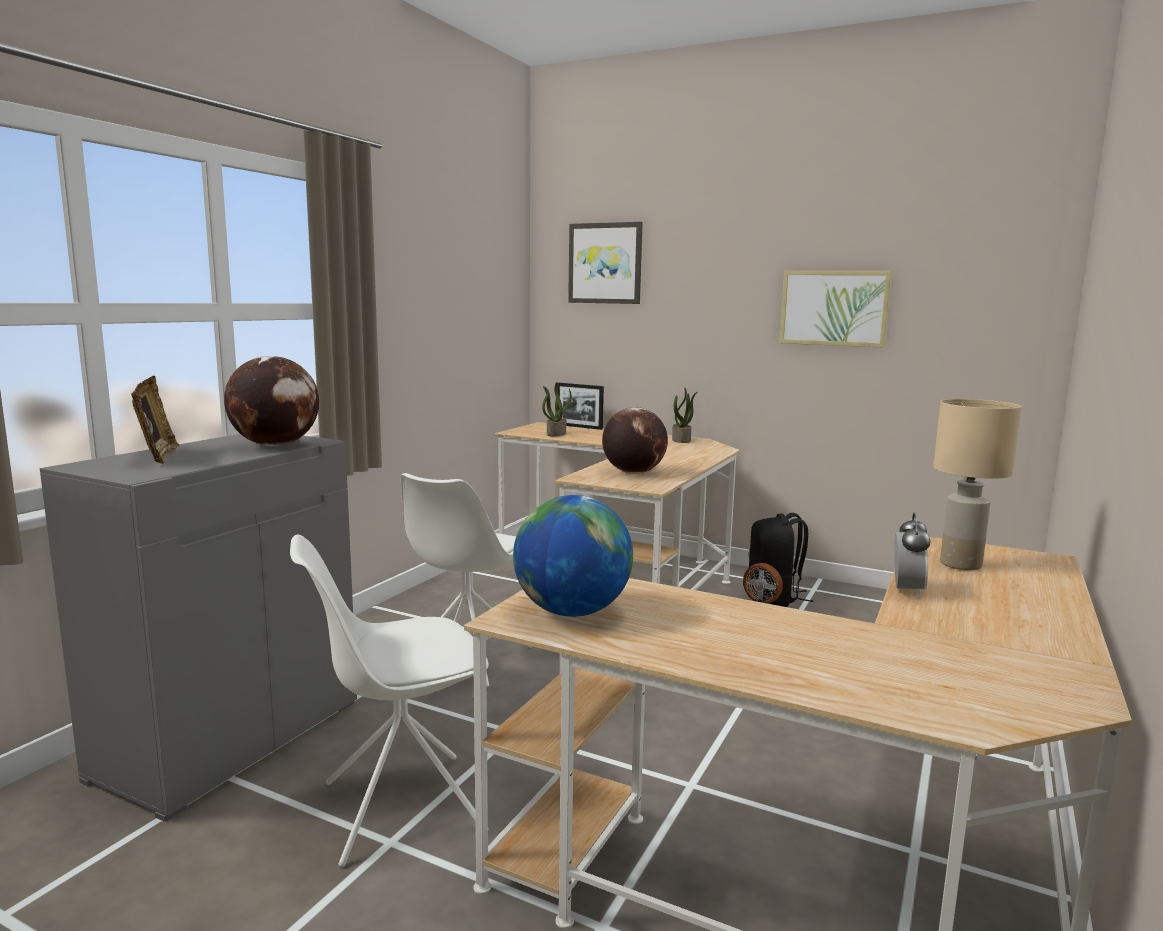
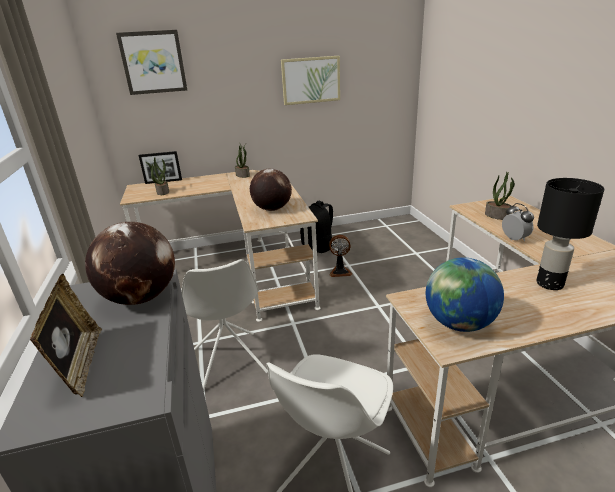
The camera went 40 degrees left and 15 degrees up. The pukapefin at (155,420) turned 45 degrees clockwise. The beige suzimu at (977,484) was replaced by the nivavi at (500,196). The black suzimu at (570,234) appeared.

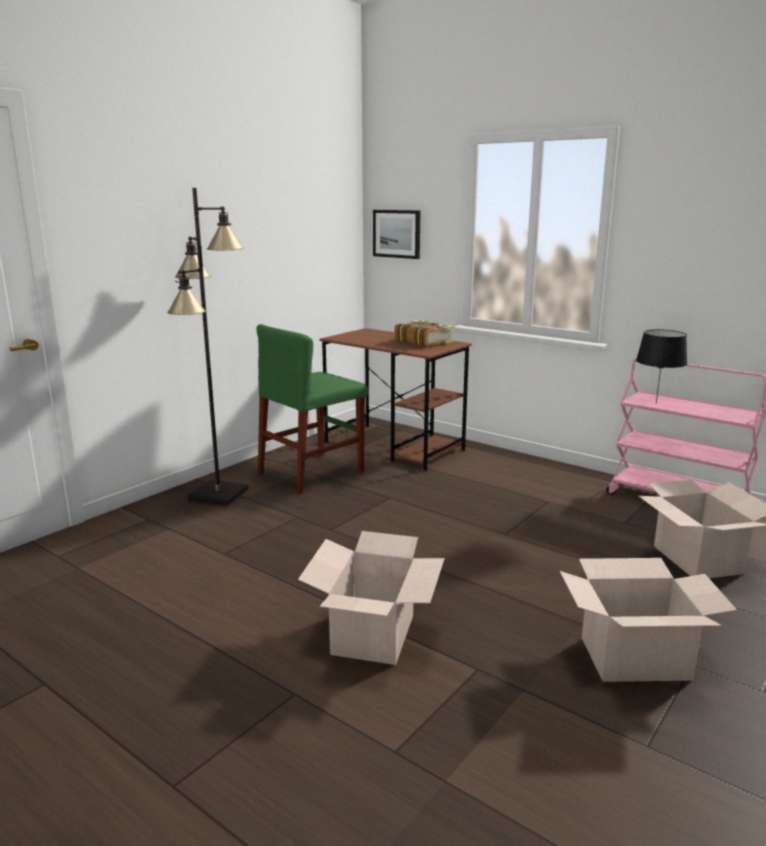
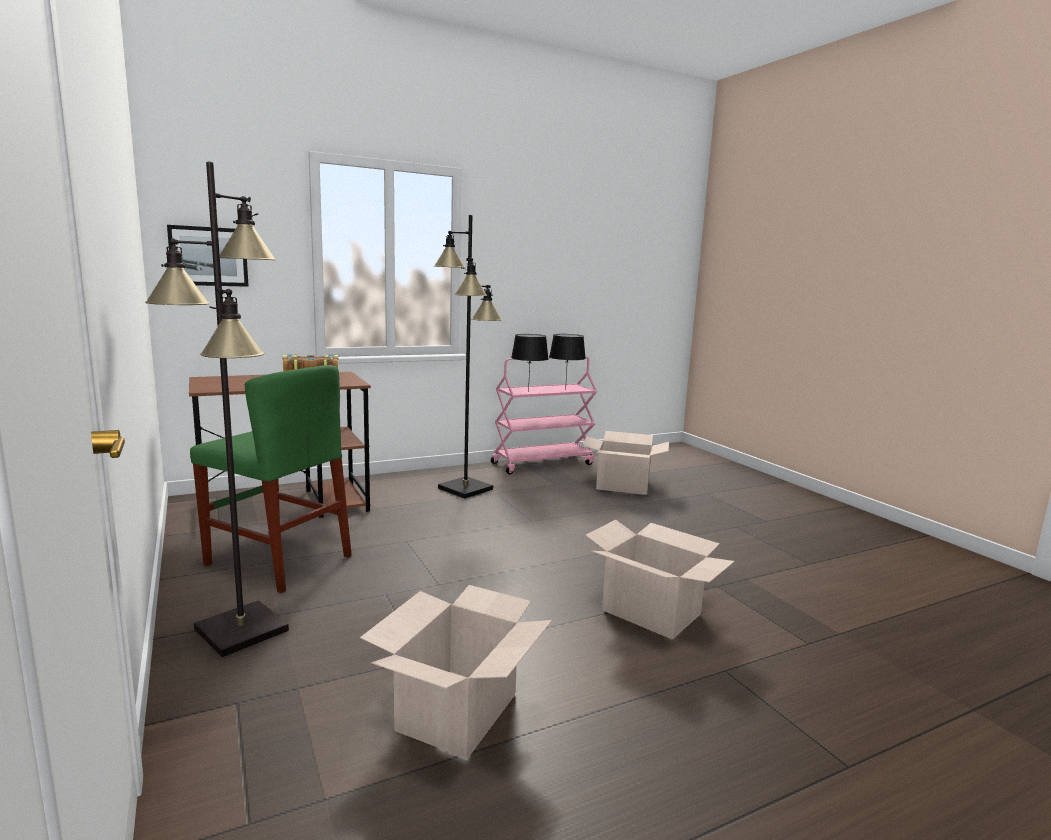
The camera went 65 degrees left and 5 degrees down. The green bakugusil at (312,409) turned 45 degrees counterclockwise. The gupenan moved from (648,620) to (456,672). The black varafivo at (468,357) appeared. The black suzimu at (567,362) appeared.

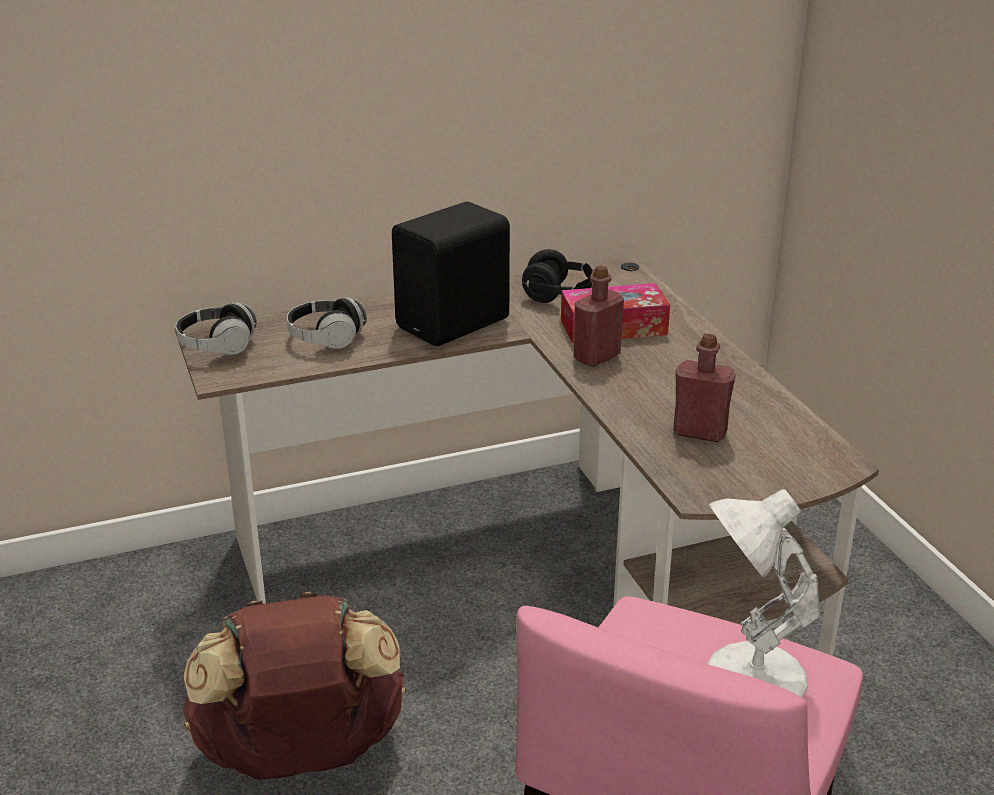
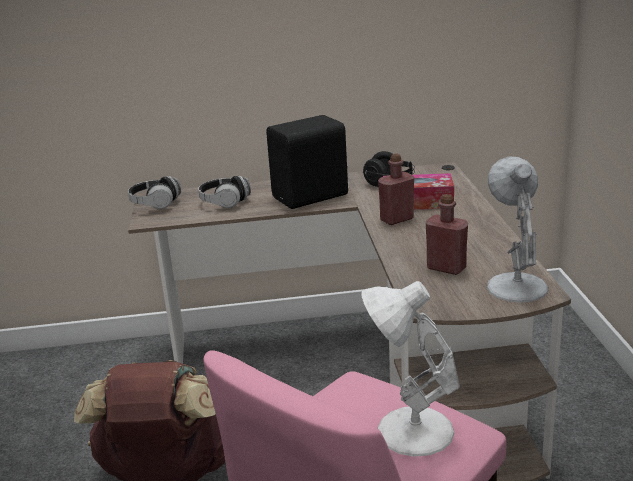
The camera went 15 degrees right and 5 degrees down. The white suzimu at (517,229) appeared.

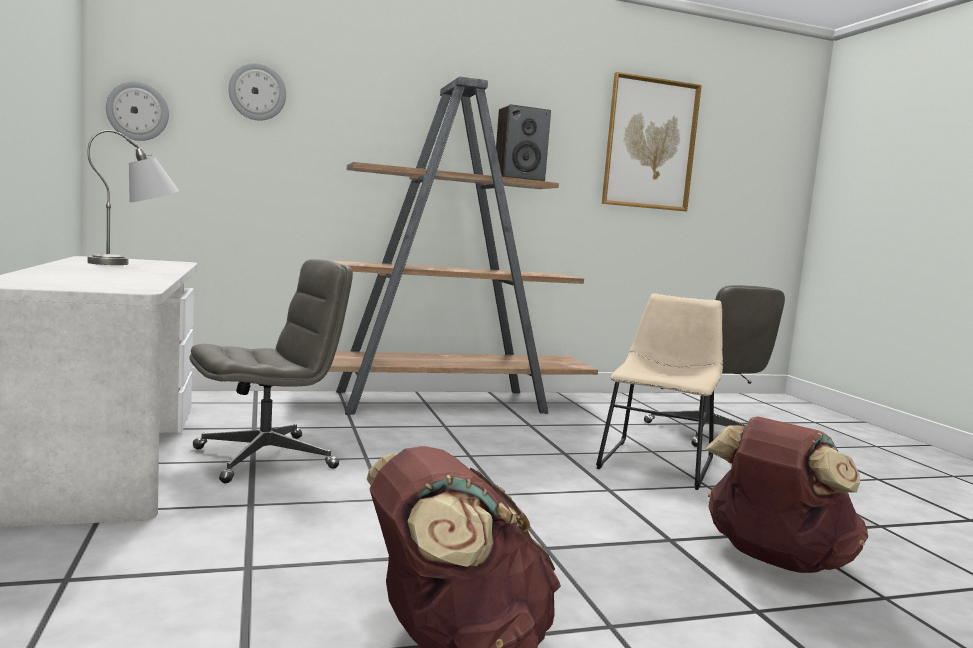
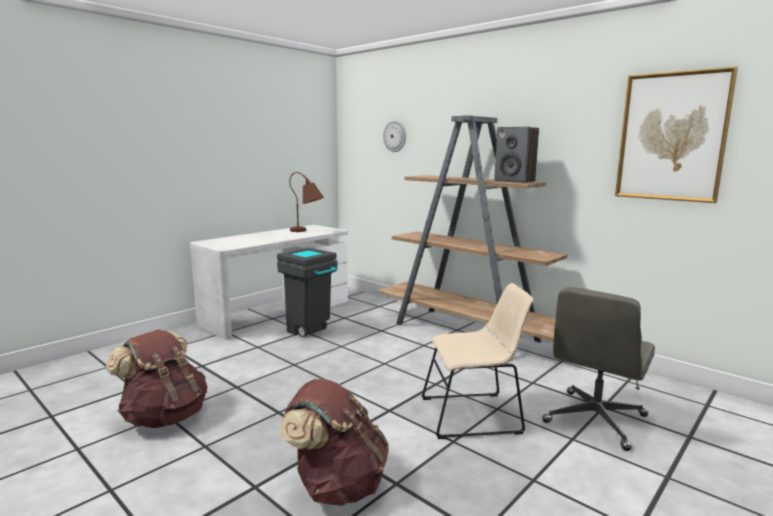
The camera went 60 degrees right and 5 degrees up. The grey suzimu at (133,197) became the brown suzimu at (307,202). The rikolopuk at (137,111) disappeared. The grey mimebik at (271,371) was replaced by the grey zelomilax at (307,292).

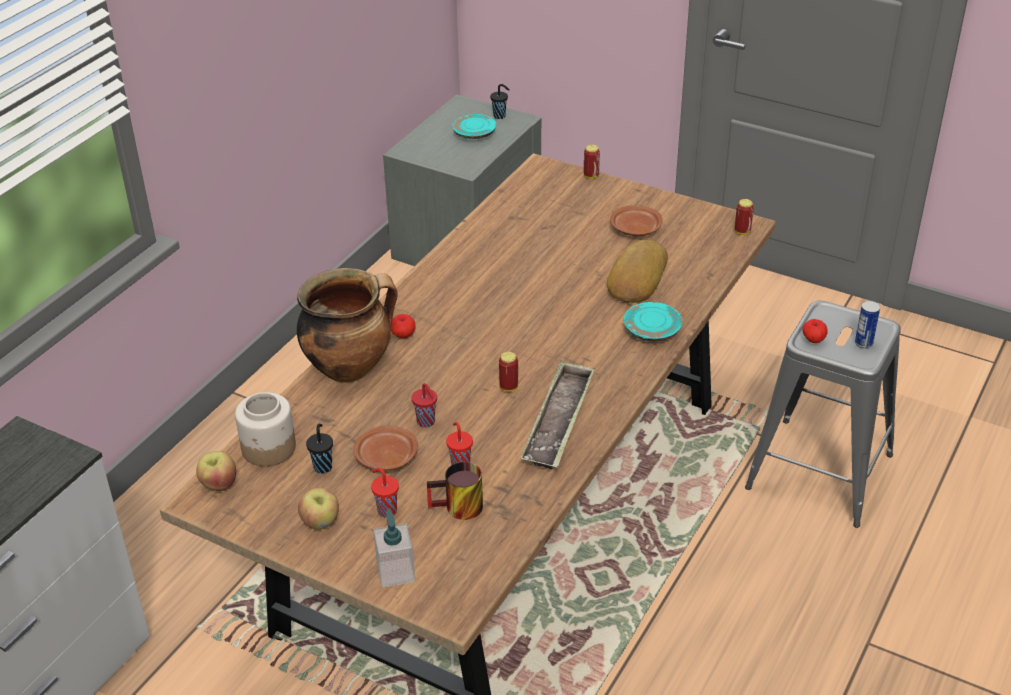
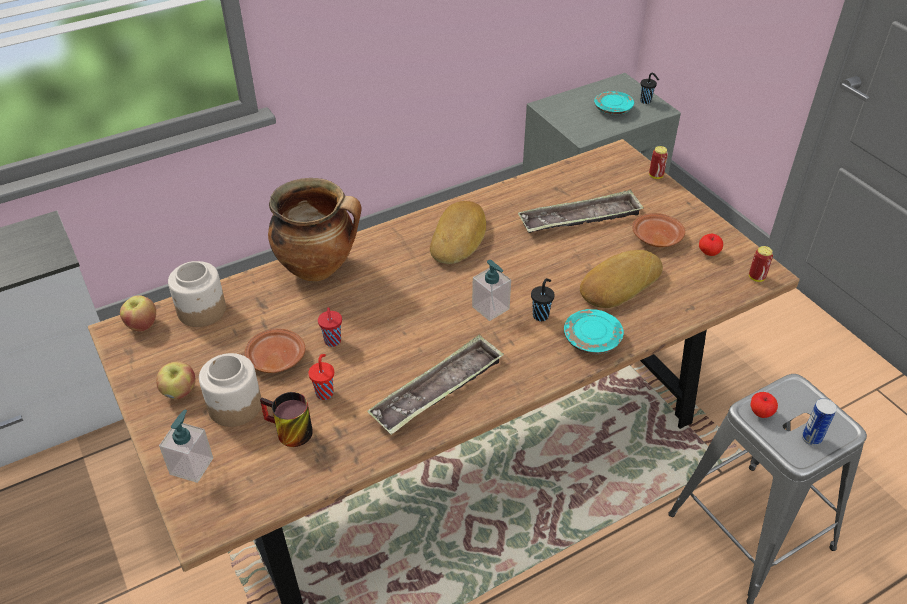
The camera went 30 degrees right and 5 degrees up. The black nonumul moved from (319,449) to (543,299). The red nonumul at (385,492) was replaced by the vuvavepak at (230,390). The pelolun moved from (403,326) to (711,245). The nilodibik at (508,372) disappeared. The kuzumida at (458,232) appeared. The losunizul at (491,290) appeared. The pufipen at (581,211) appeared.

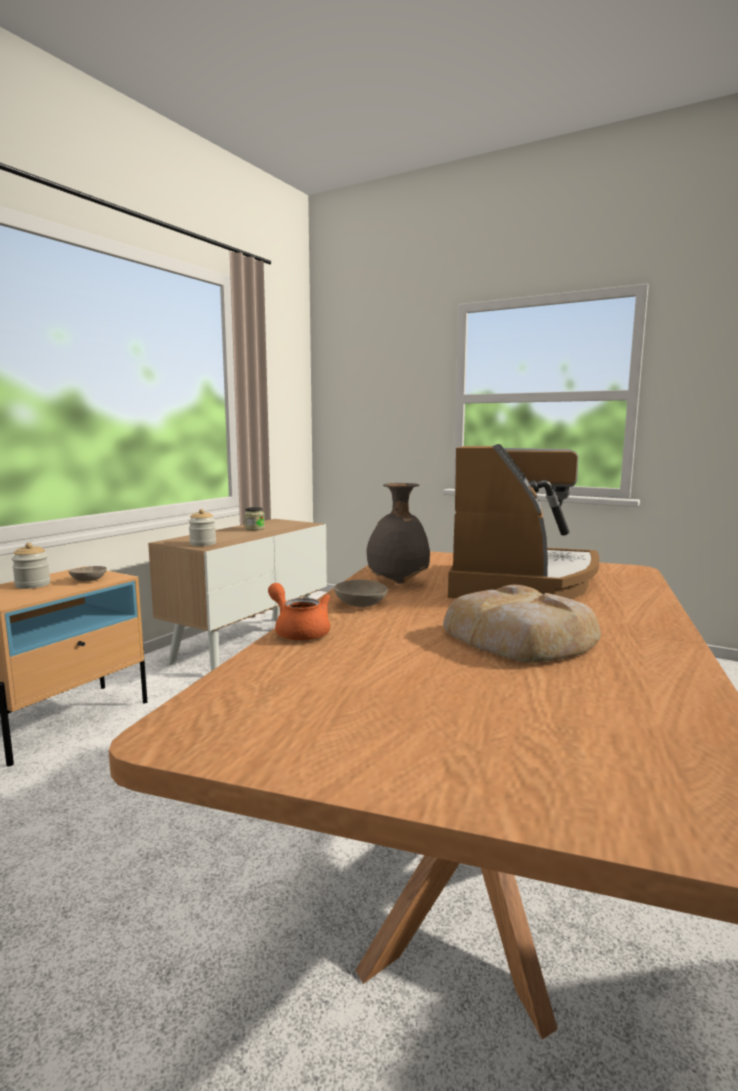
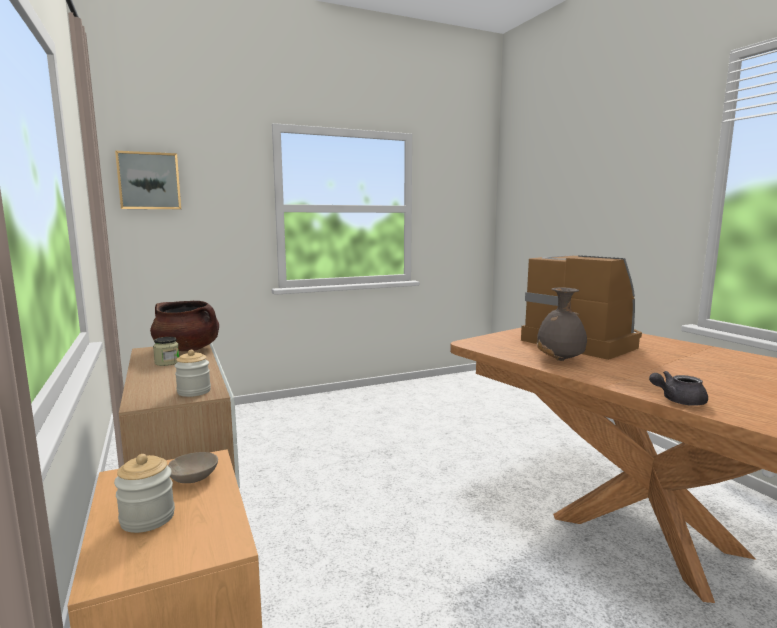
The camera went 55 degrees left and 0 degrees up. The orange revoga at (299,612) became the grey revoga at (678,388). The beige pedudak at (361,593) disappeared. The kuzumida at (522,624) disappeared. The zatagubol at (148,180) appeared. The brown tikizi at (184,326) appeared.

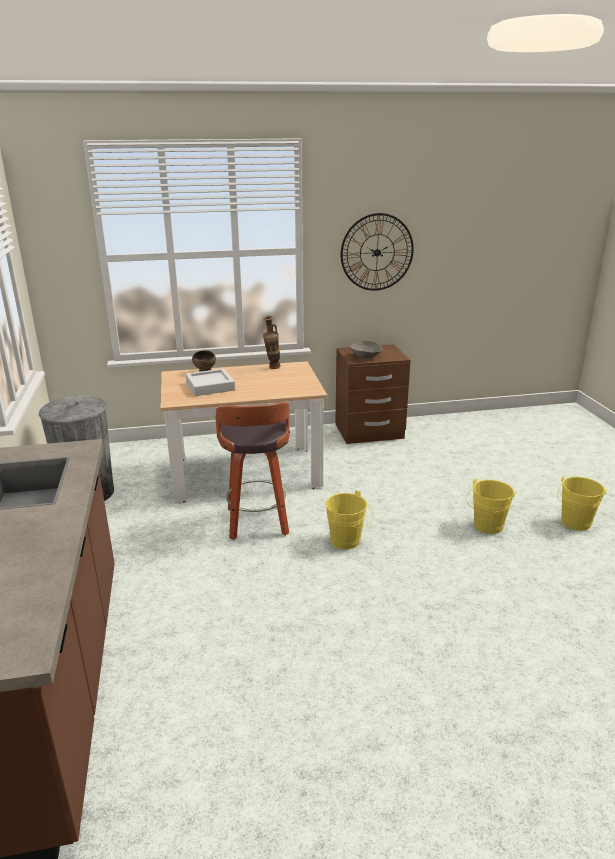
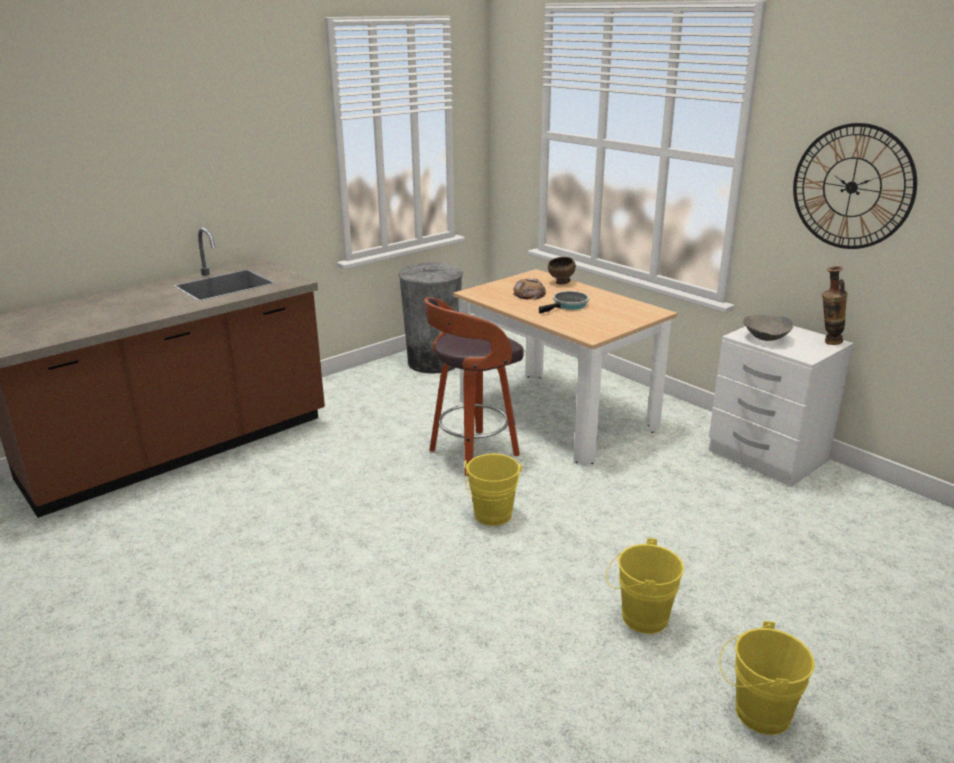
The camera went 60 degrees right and 0 degrees up. The grey pufipen at (210,382) was replaced by the kuzumida at (529,289). The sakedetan moved from (272,342) to (835,305). The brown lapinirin at (373,394) became the white lapinirin at (781,406). The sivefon at (564,302) appeared.

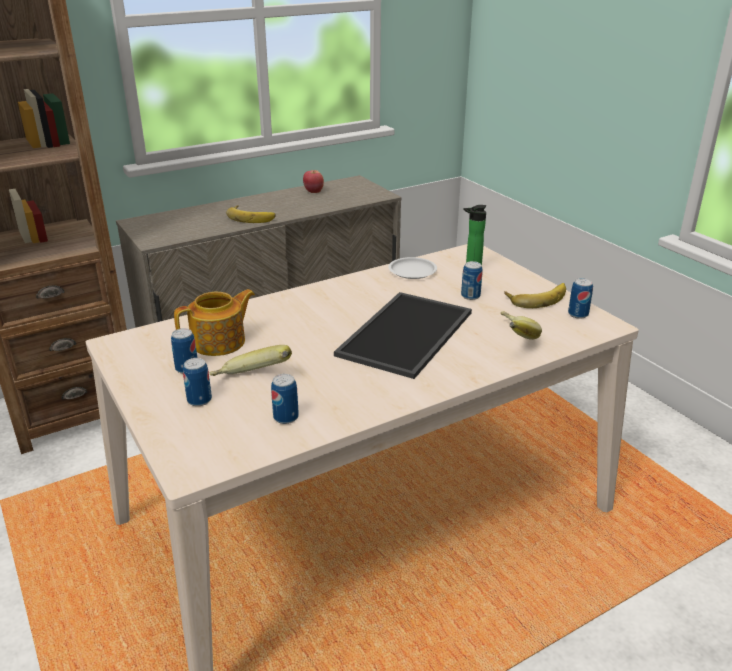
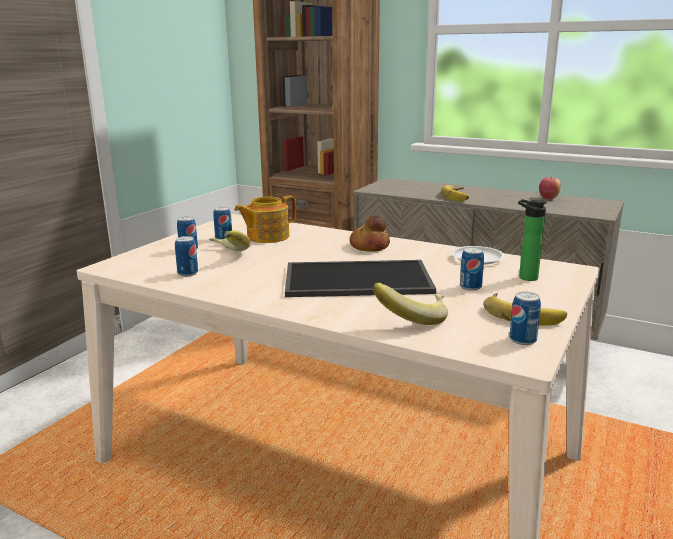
The camera went 60 degrees right and 10 degrees down. The revoga at (214,322) turned 120 degrees clockwise. The kuzumida at (370,234) appeared.

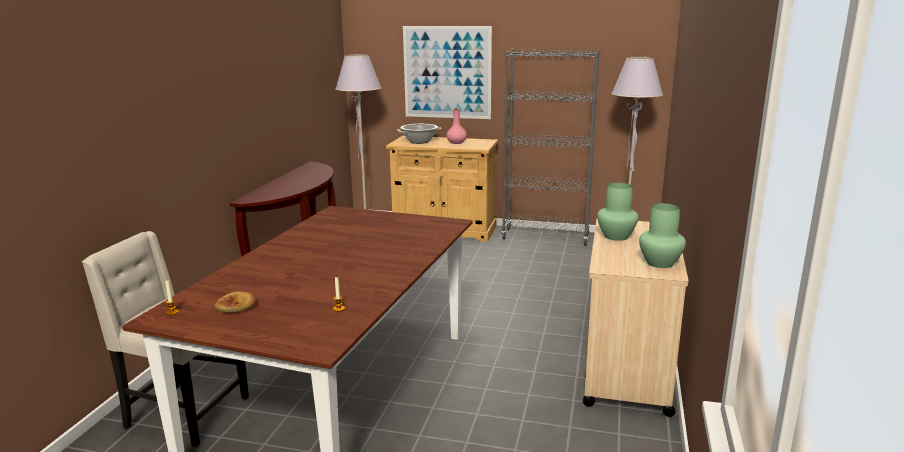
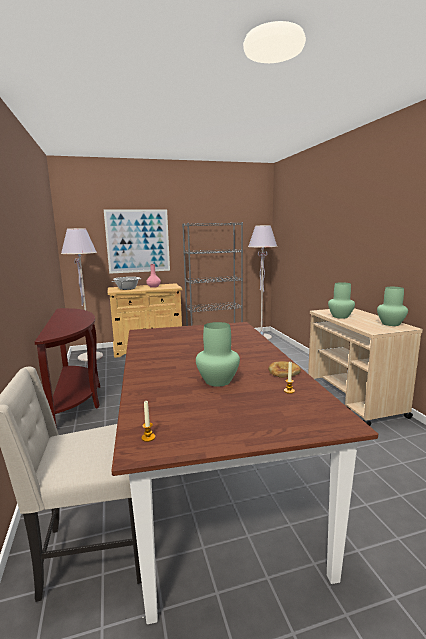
The camera went 30 degrees left and 5 degrees down. The kuzumida moved from (235,302) to (284,369). The green sakedetan at (218,354) appeared.

